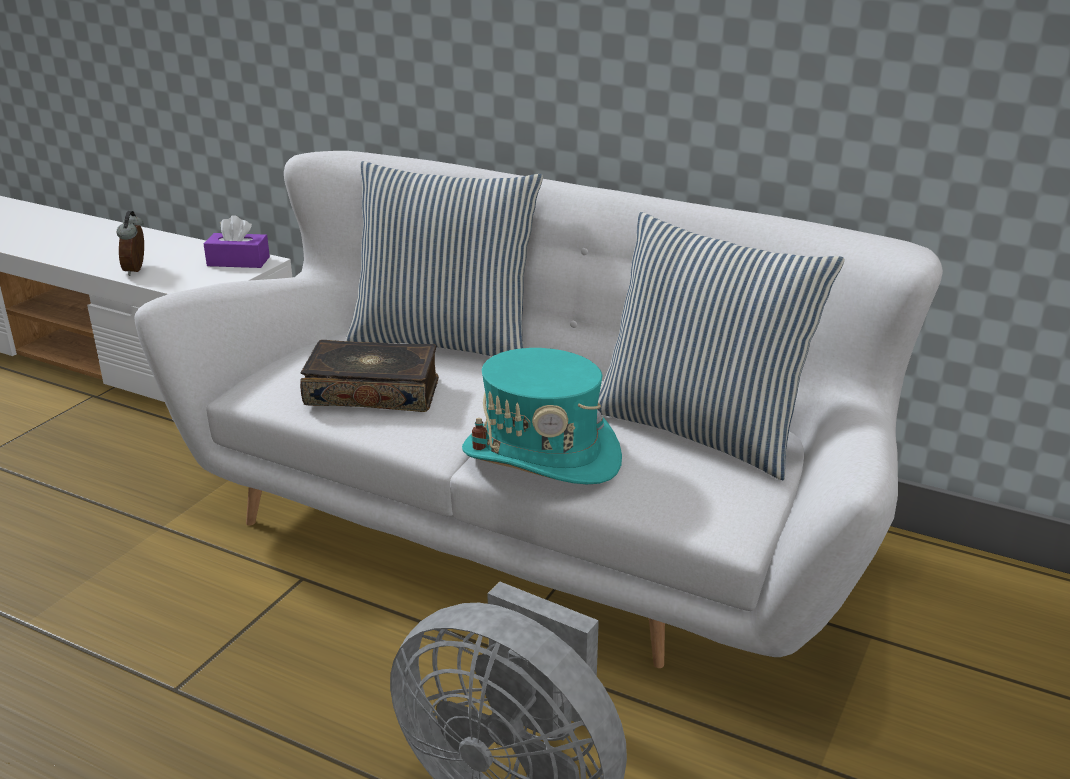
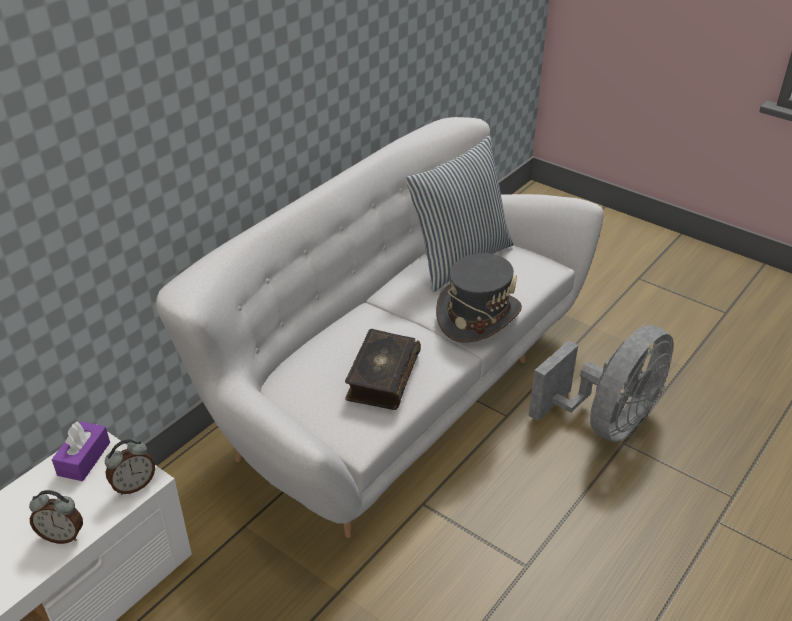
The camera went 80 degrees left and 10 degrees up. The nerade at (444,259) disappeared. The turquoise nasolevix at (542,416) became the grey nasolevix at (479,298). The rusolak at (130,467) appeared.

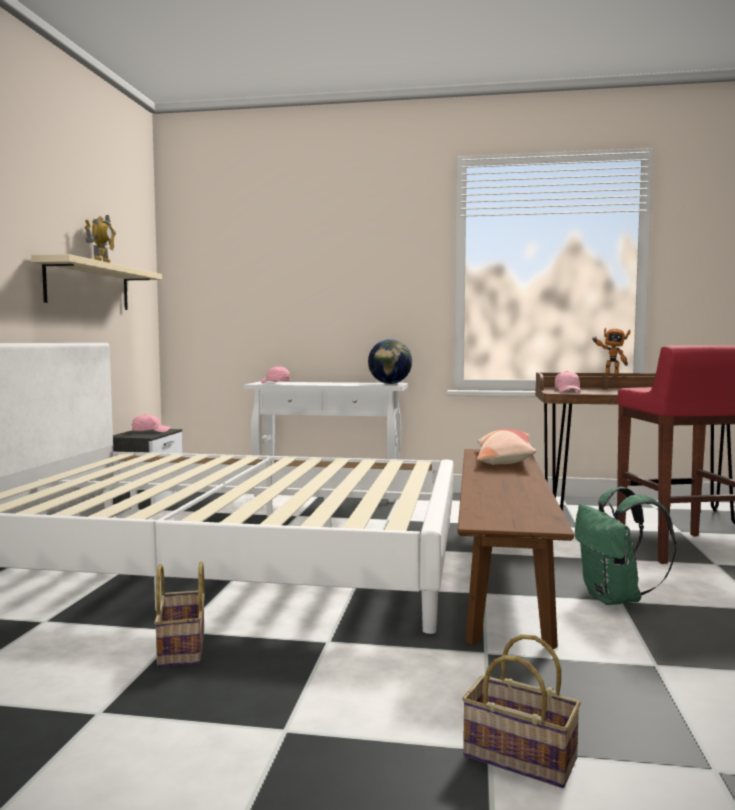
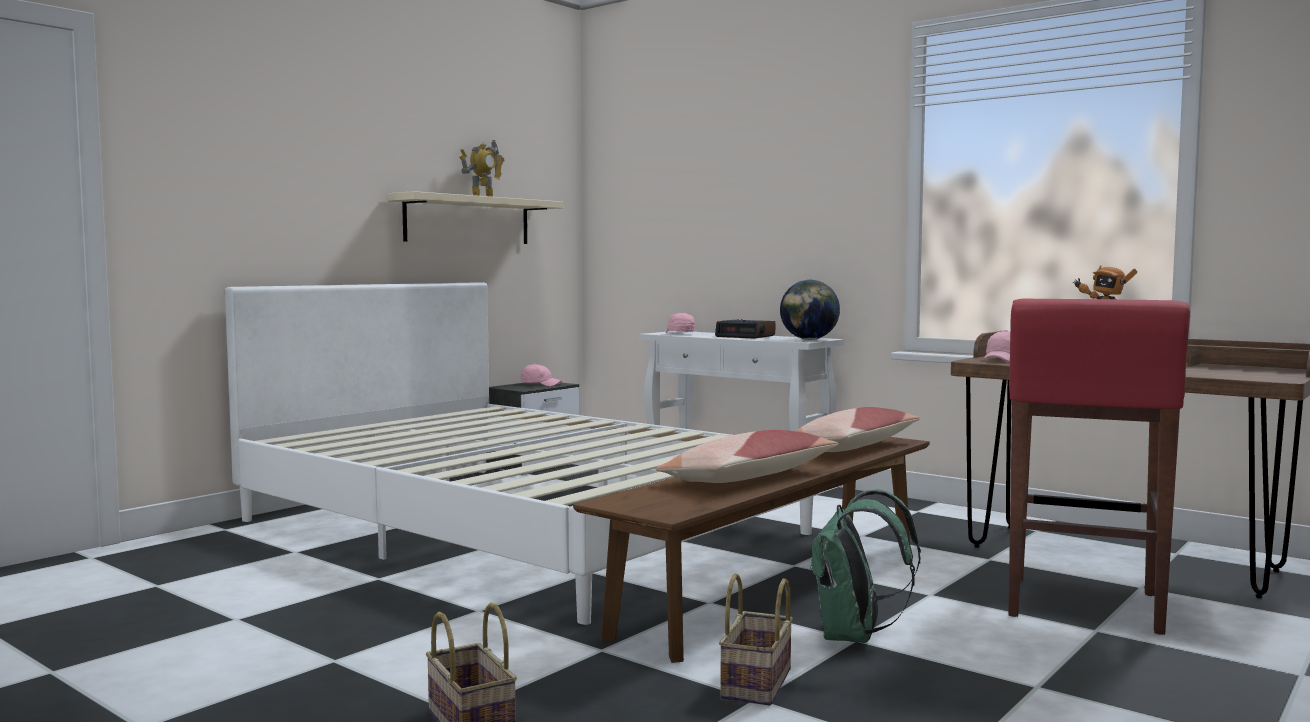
The camera went 30 degrees right and 0 degrees up. The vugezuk moved from (179,614) to (756,639). The nerade at (747,456) appeared. The rusolak at (745,329) appeared.

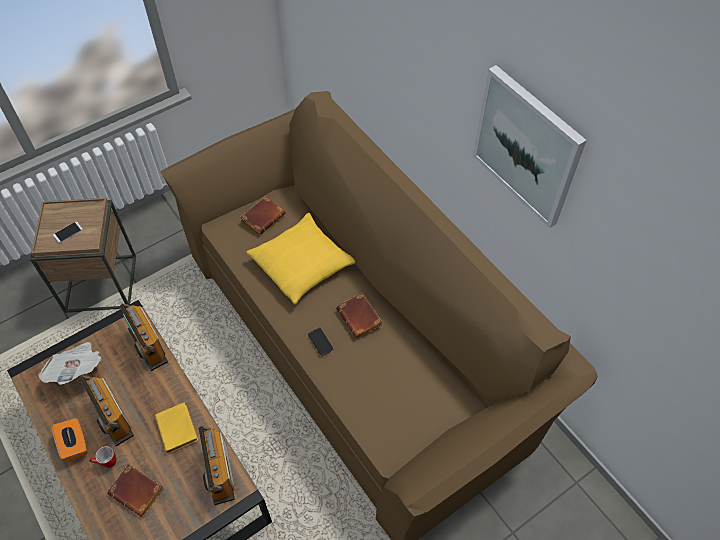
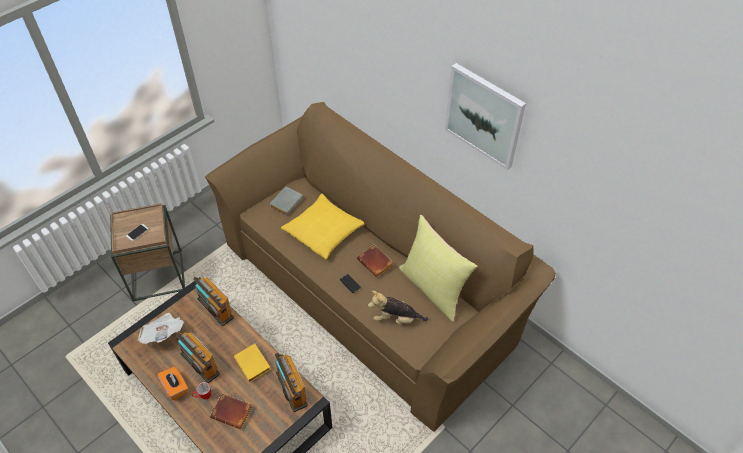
The camera went 10 degrees left and 5 degrees down. The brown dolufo at (263,215) became the grey dolufo at (286,200). The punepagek at (398,307) appeared. The yellow nerade at (438,268) appeared.

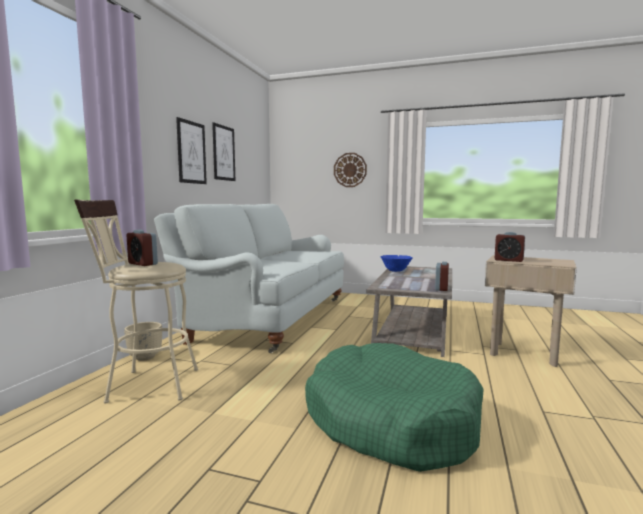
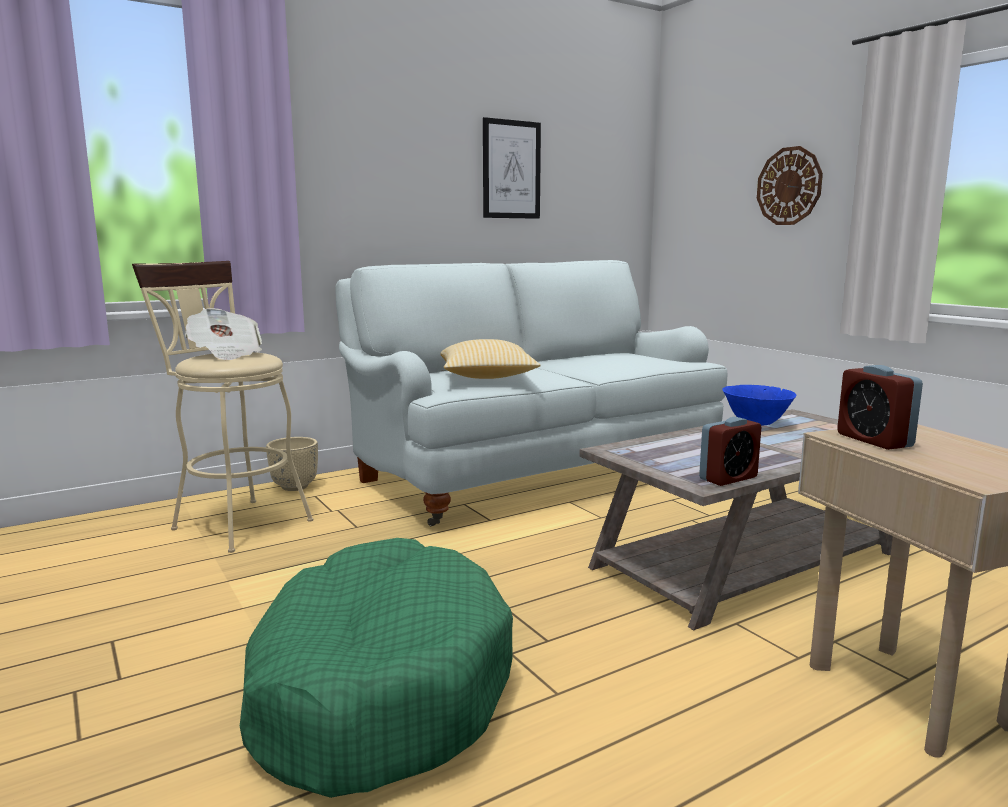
The camera went 40 degrees right and 5 degrees up. The rusolak at (142,248) was replaced by the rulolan at (223,334). The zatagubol at (191,150) disappeared. The nerade at (490,359) appeared.

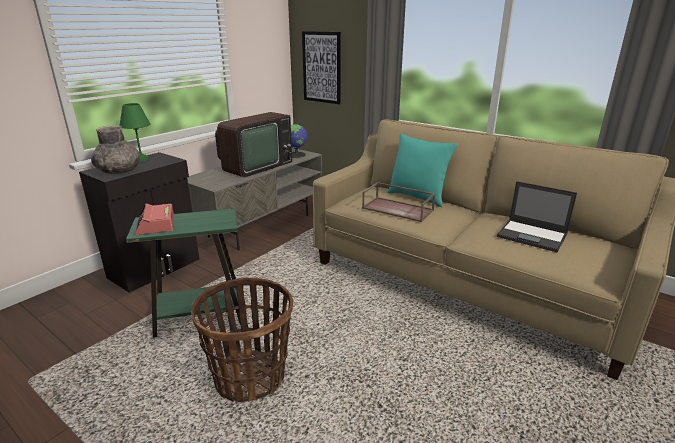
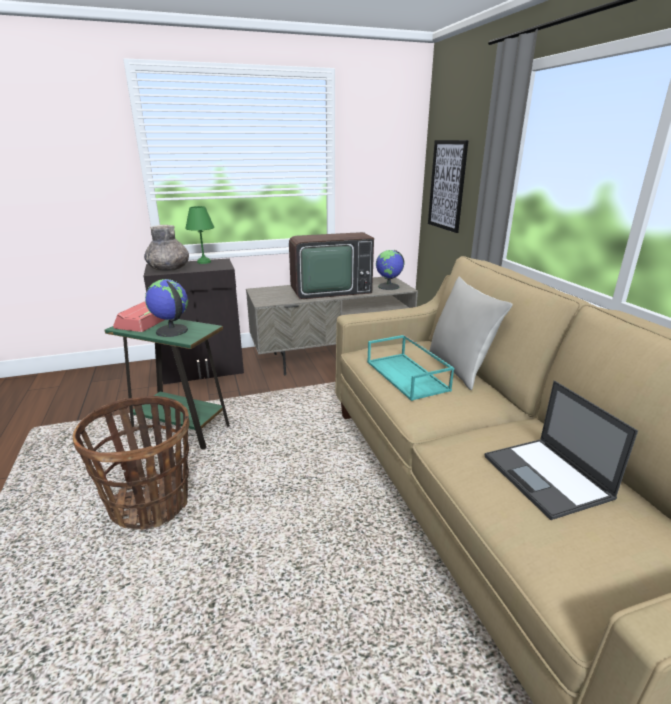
The camera went 35 degrees right and 0 degrees up. The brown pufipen at (399,202) became the turquoise pufipen at (410,368). The turquoise nerade at (422,170) became the grey nerade at (470,333). The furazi at (166,308) appeared.

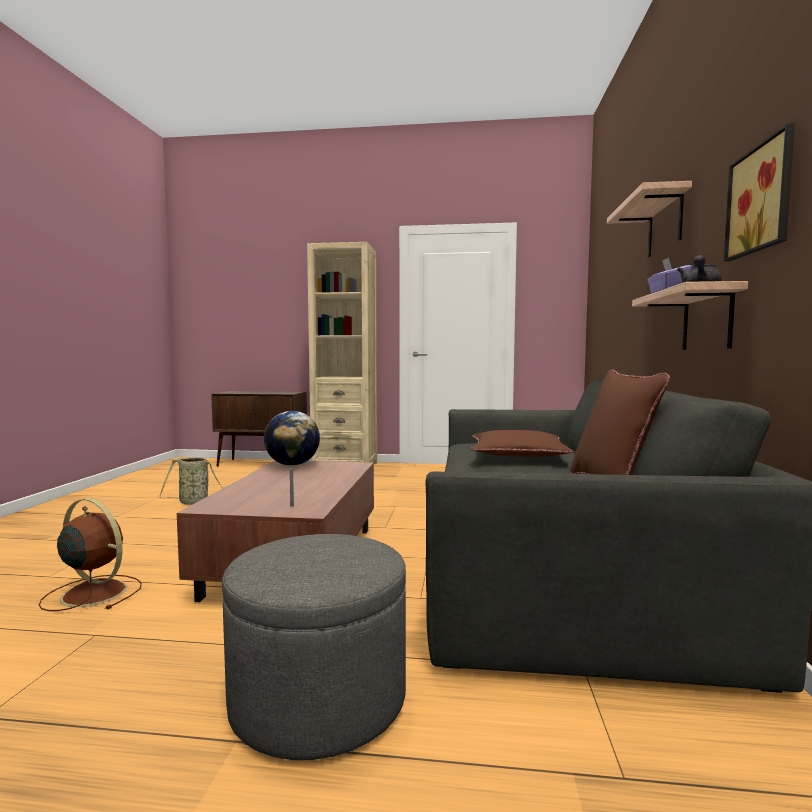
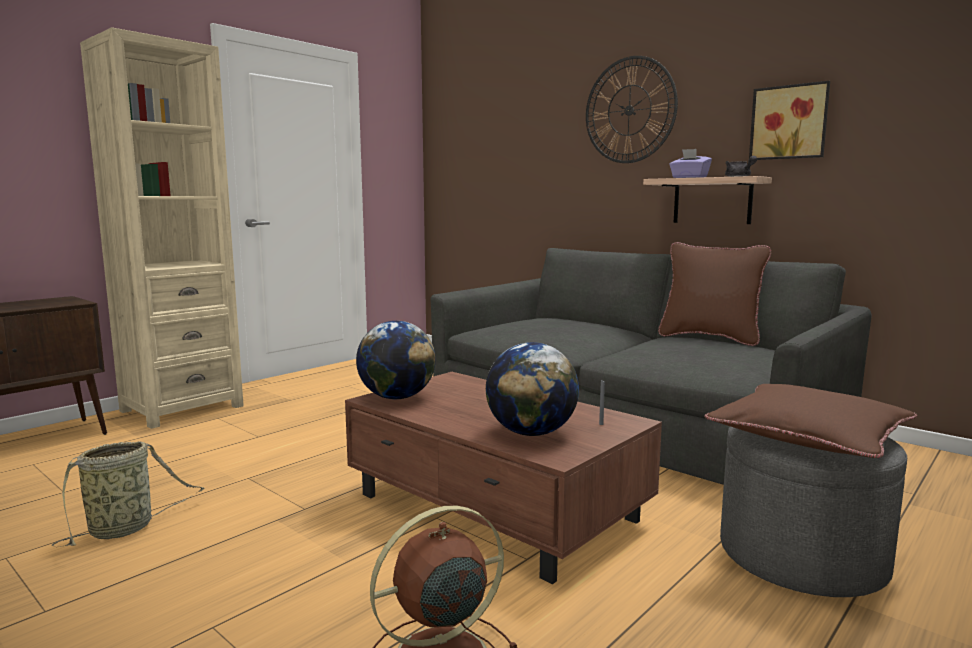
The camera went 55 degrees left and 5 degrees up. The brown nerade moved from (522,443) to (810,421). The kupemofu at (649,219) was replaced by the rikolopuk at (632,109). The furazi at (532,389) appeared.

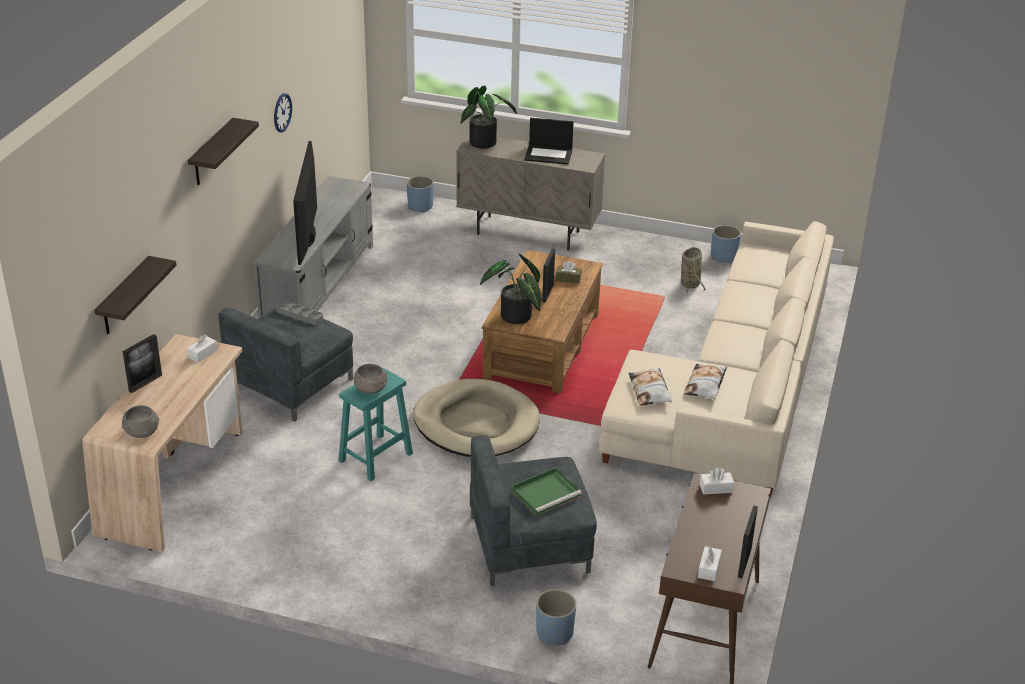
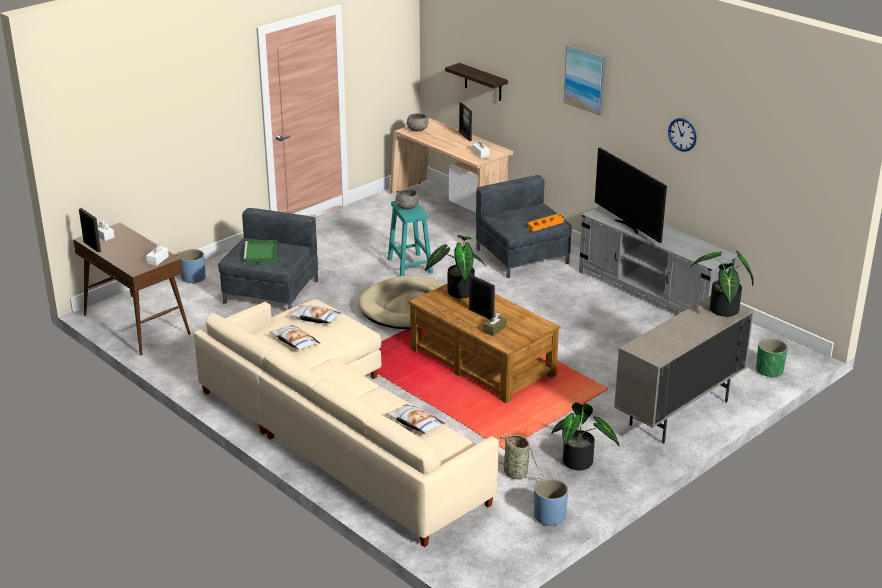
The camera went 120 degrees right and 5 degrees down. The kupemofu at (223,151) was replaced by the zatagubol at (584,80). The grey pufipen at (299,313) became the orange pufipen at (546,222). The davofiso at (305,203) turned 150 degrees counterclockwise. The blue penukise at (420,194) became the green penukise at (772,358). The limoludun at (549,141) disappeared. The nerade at (415,419) appeared. The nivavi at (585,436) appeared.

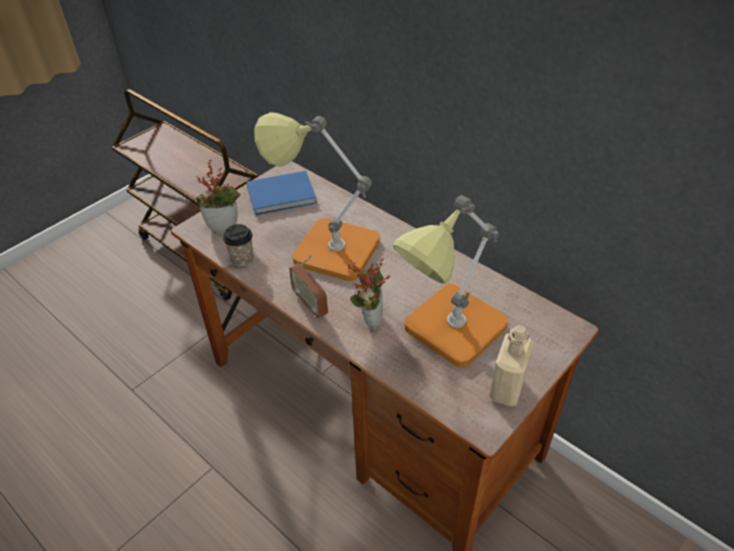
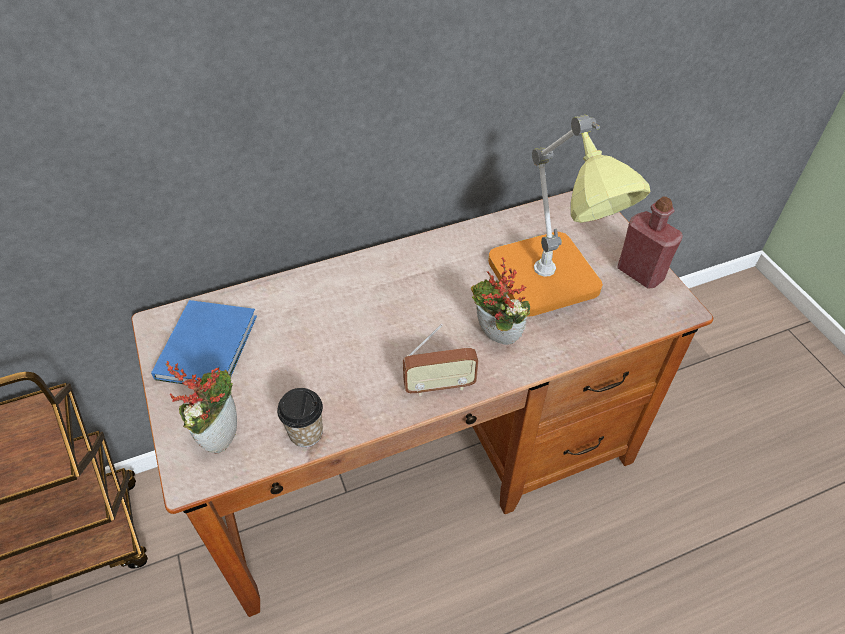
The camera went 65 degrees left and 5 degrees up. The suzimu at (317,196) disappeared. The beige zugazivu at (511,365) became the red zugazivu at (650,242).

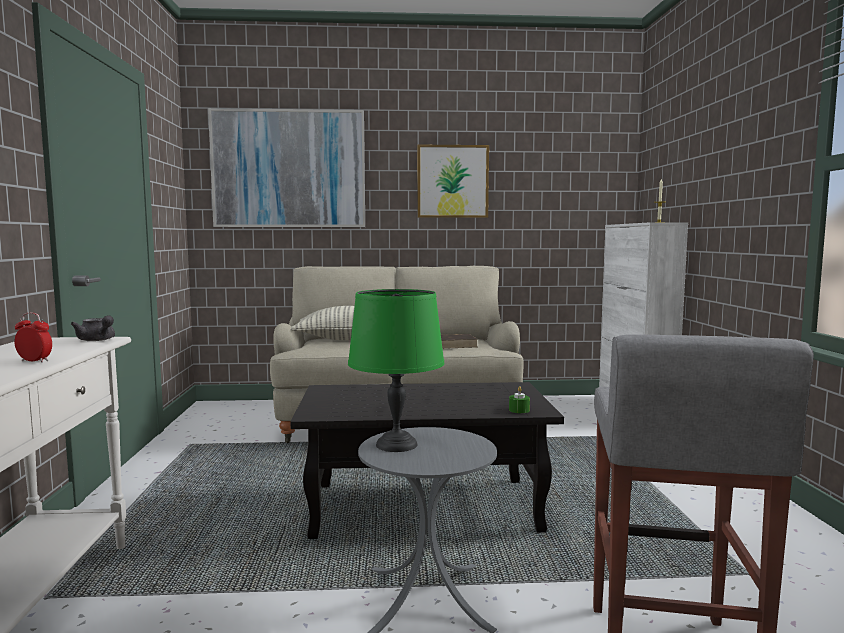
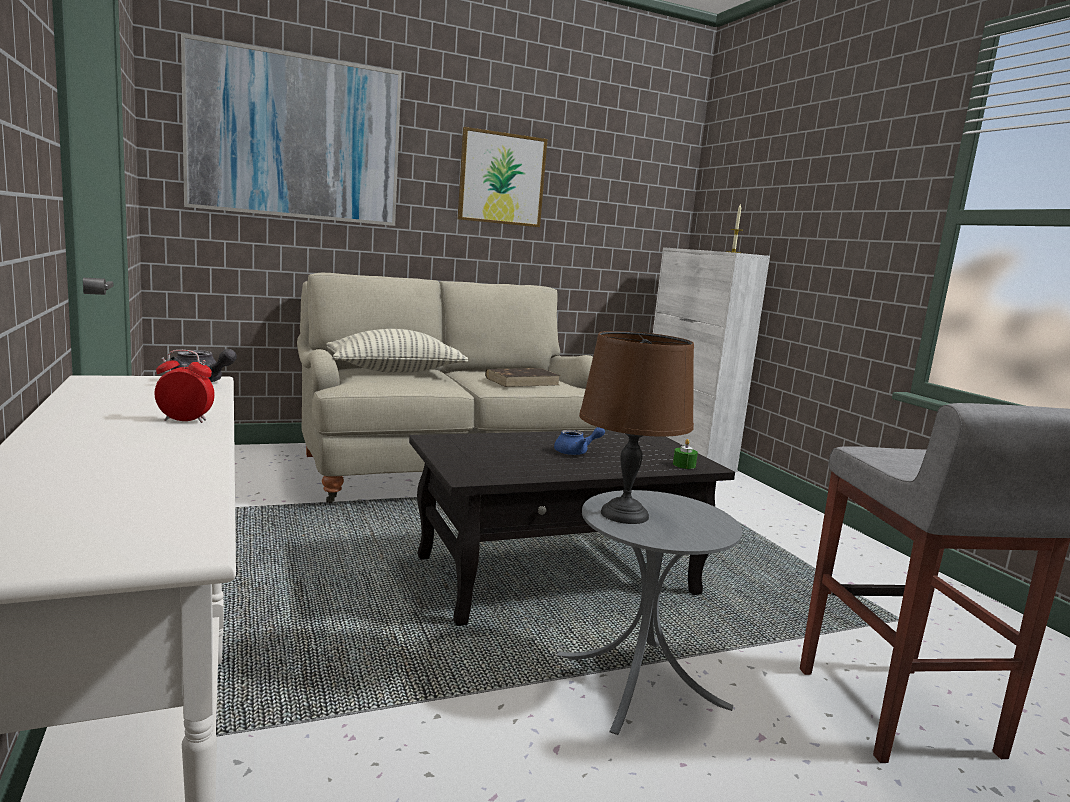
The camera went 20 degrees left and 5 degrees up. The green suzimu at (396,370) became the brown suzimu at (636,427). The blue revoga at (579,441) appeared.

